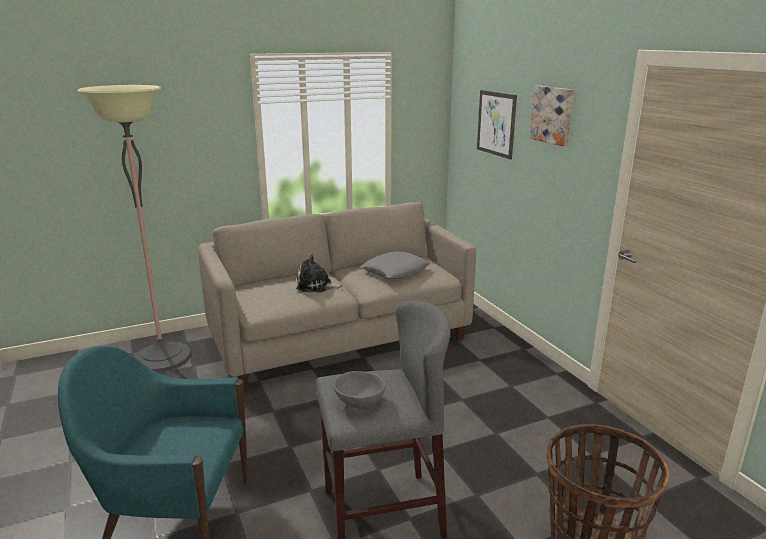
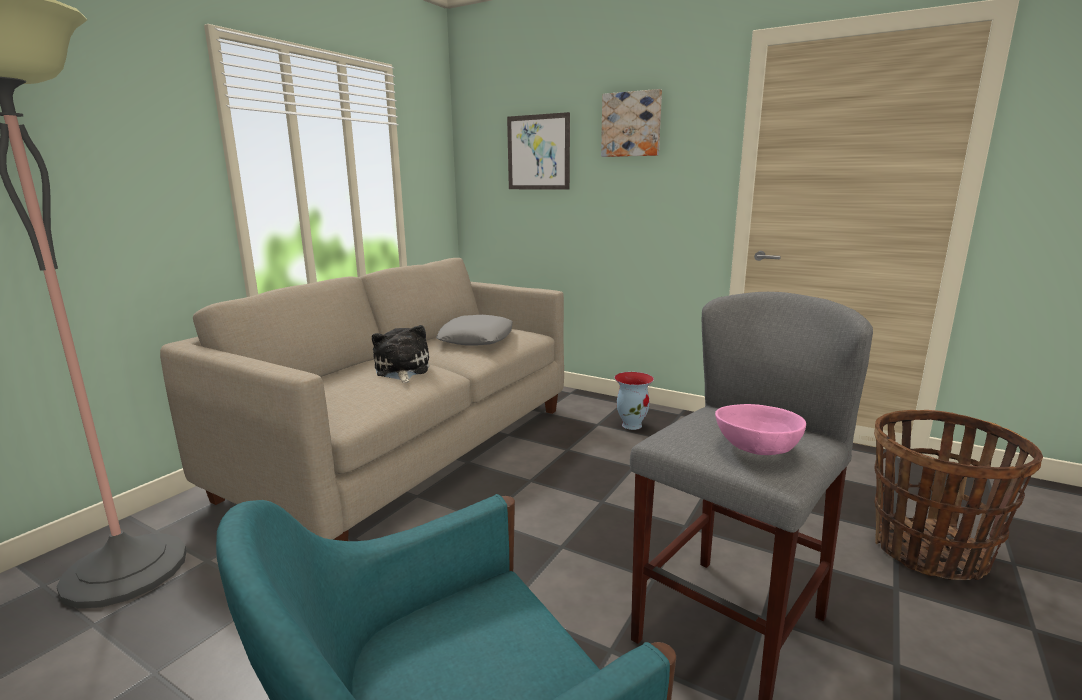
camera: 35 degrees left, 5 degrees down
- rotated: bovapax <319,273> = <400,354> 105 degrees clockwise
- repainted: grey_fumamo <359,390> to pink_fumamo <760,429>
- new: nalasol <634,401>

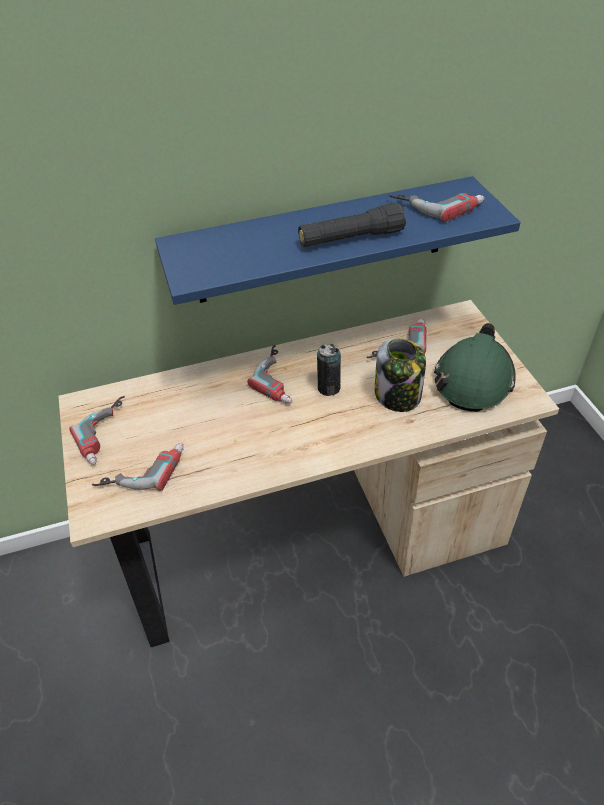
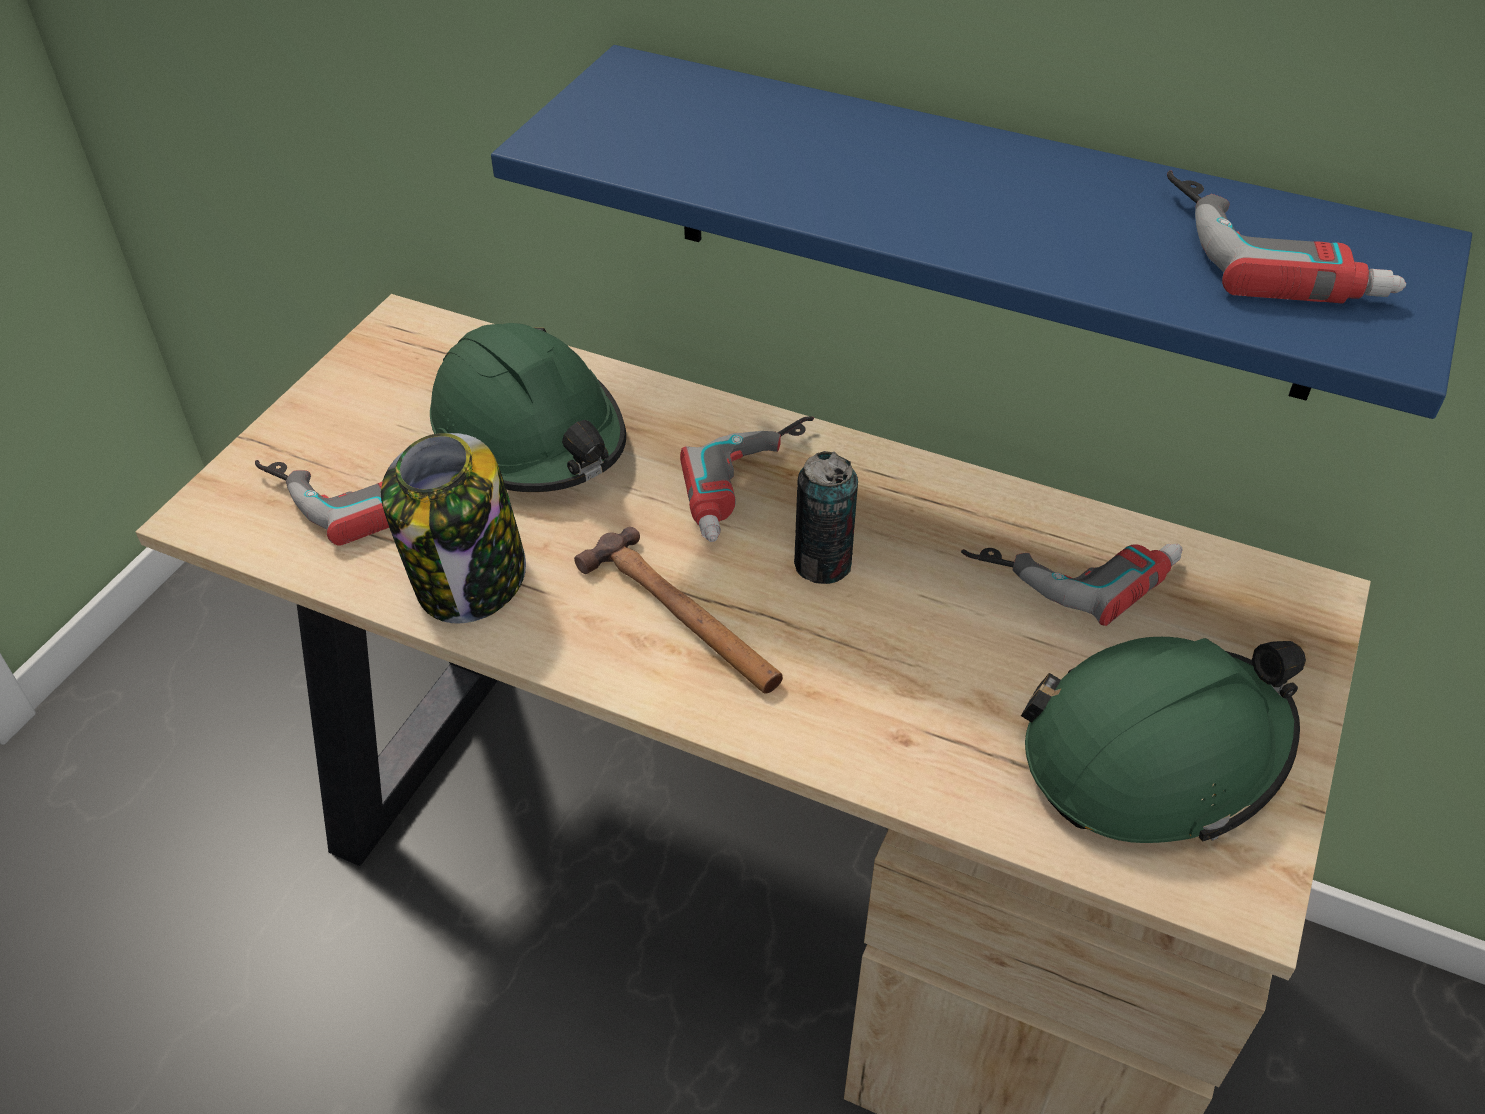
camera: 40 degrees right, 0 degrees up
- gone: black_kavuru <352,224>
- shifted: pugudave <400,375> to <453,528>
- gone: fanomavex <97,430>
- new: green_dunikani <528,407>
- new: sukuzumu <678,610>

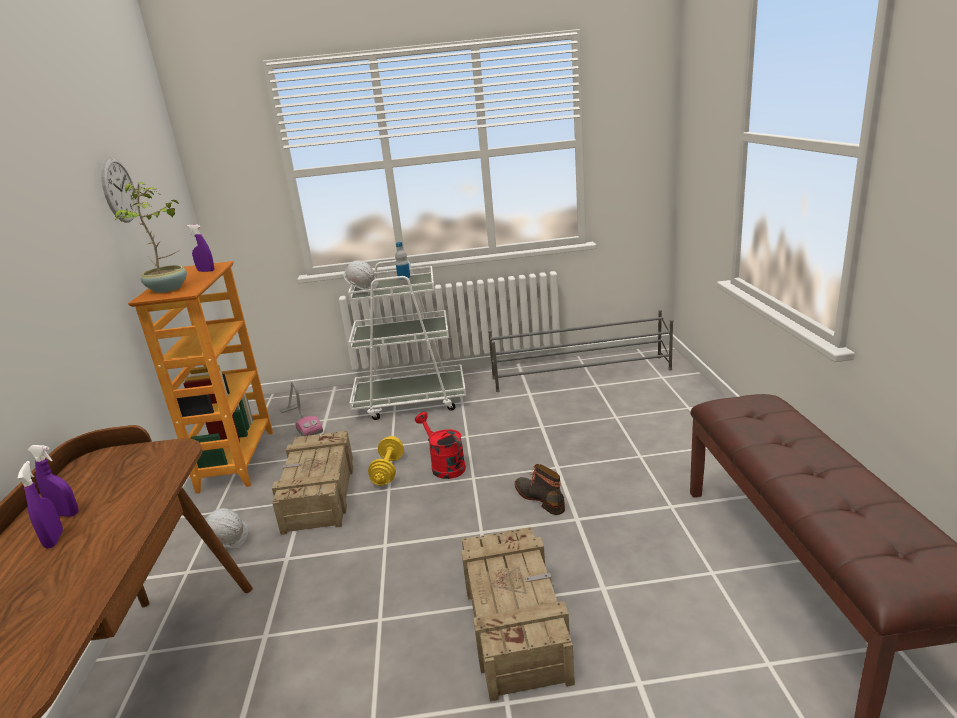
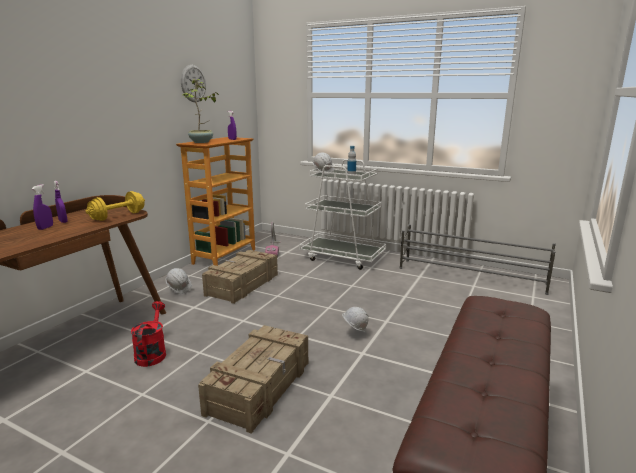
camera: 30 degrees right, 5 degrees down
- shifted: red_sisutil <440,445> to <148,334>
- shifted: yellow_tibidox <386,461> to <115,206>
- swapped: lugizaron <540,489> to white_dunikani <355,320>

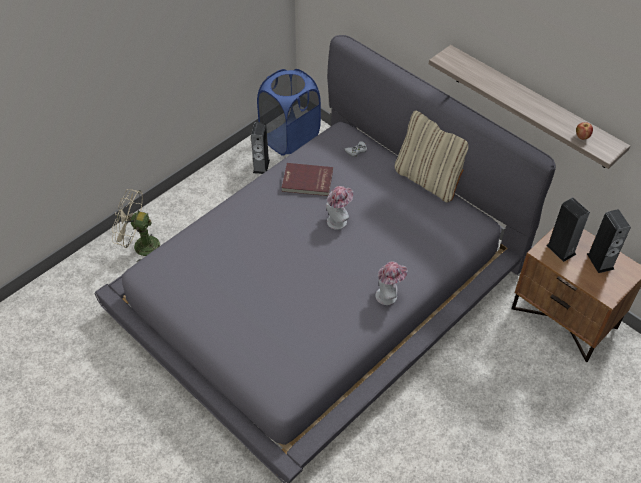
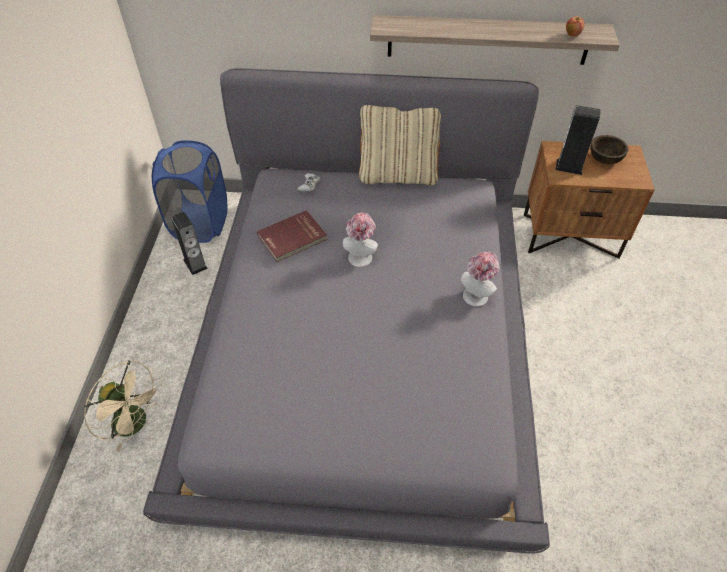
camera: 40 degrees left, 0 degrees up
- rotated: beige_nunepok <136,225> = <123,405> 120 degrees counterclockwise
- swapped: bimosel <609,241> to brown_fumamo <609,149>

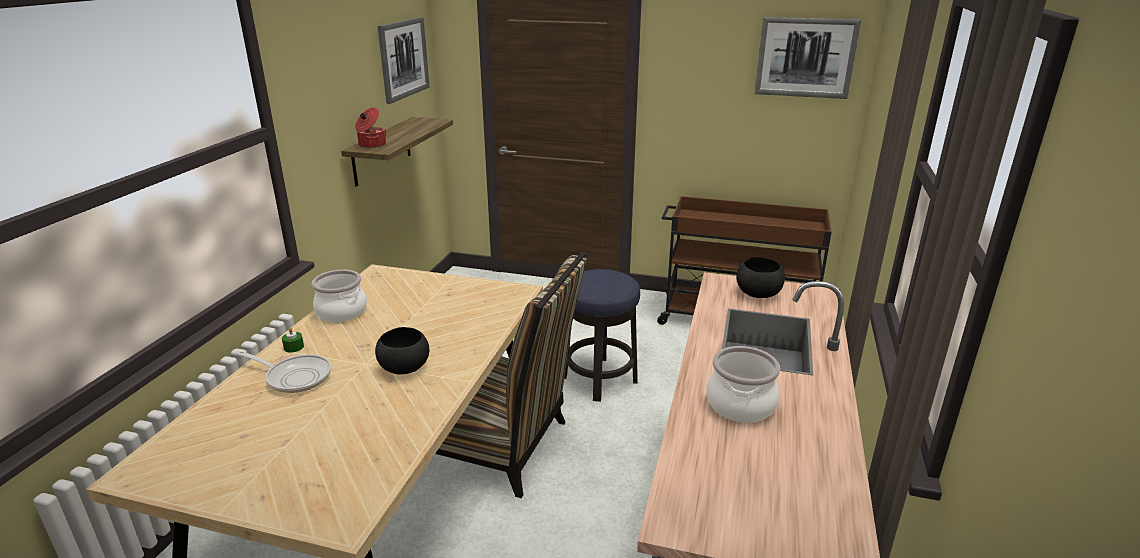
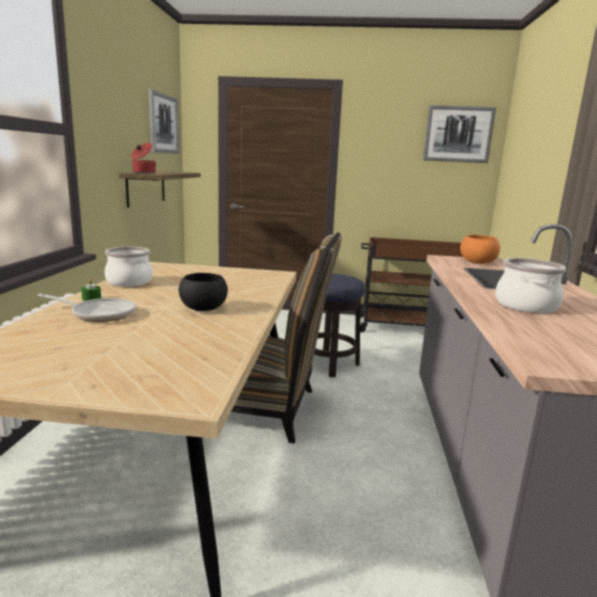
camera: 10 degrees left, 10 degrees down
- repainted: black_fumamo <760,277> to orange_fumamo <480,249>

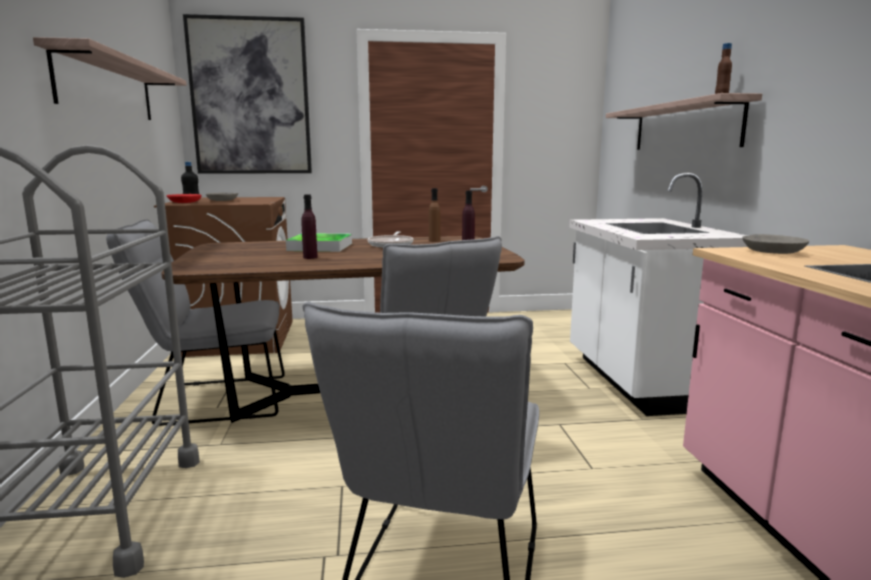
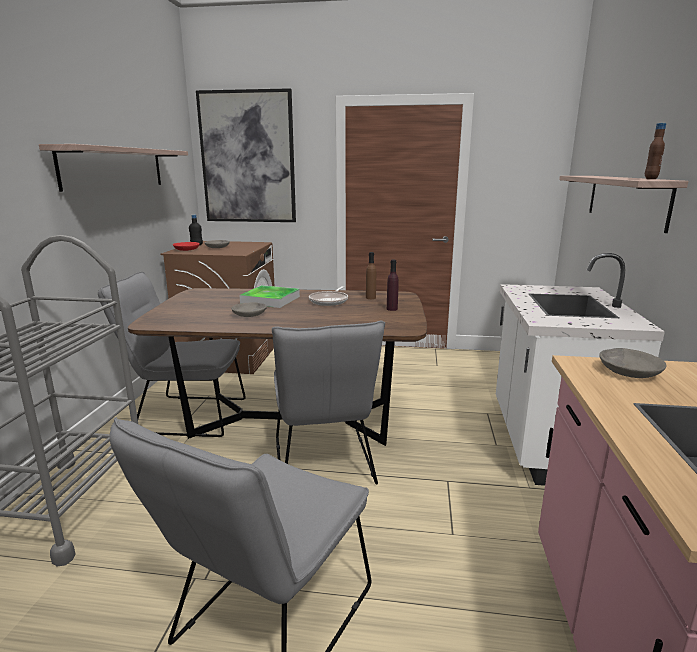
camera: 15 degrees right, 5 degrees up
- swapped: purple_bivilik <309,226> to grey_fumamo <249,309>

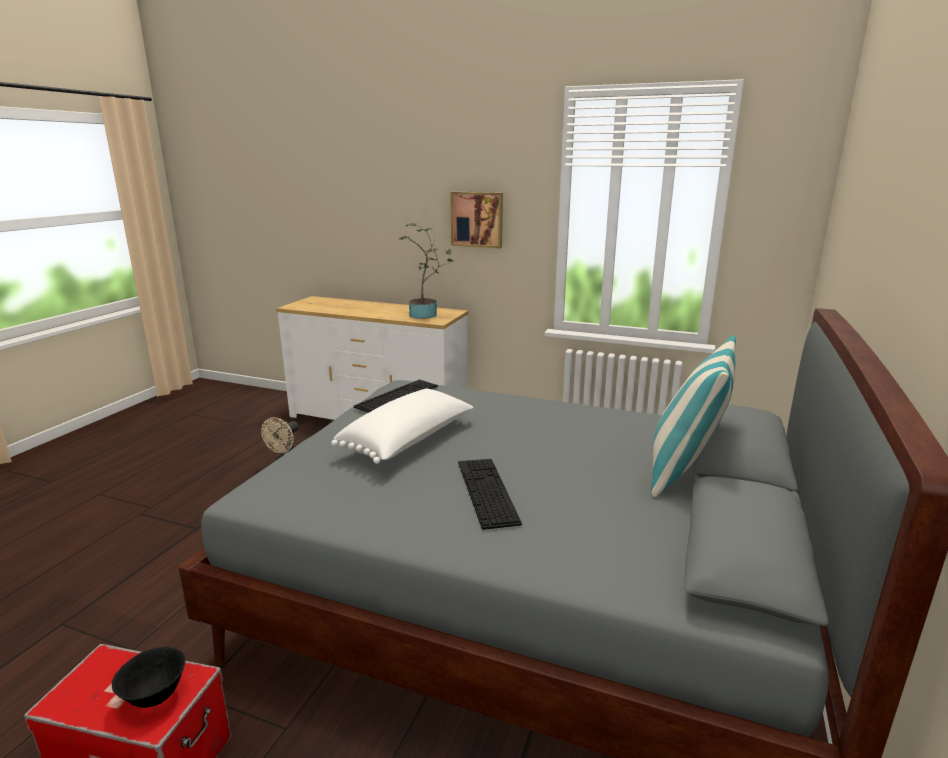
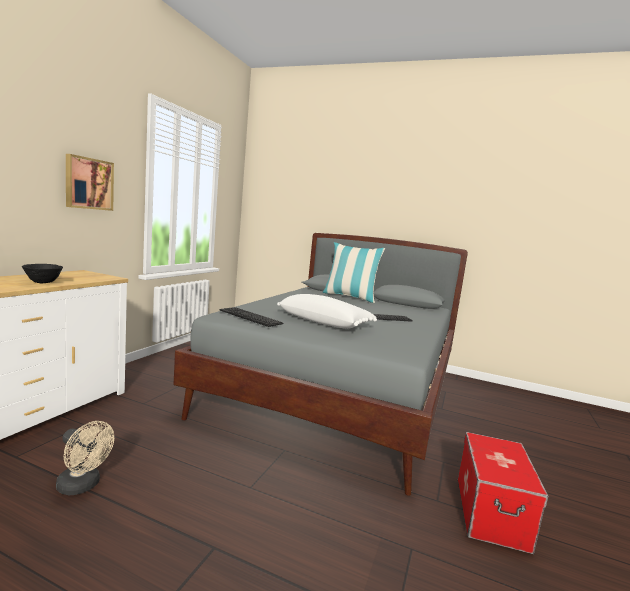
camera: 90 degrees left, 10 degrees down
- gone: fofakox <426,271>
- shifted: black_fumamo <149,677> to <42,273>

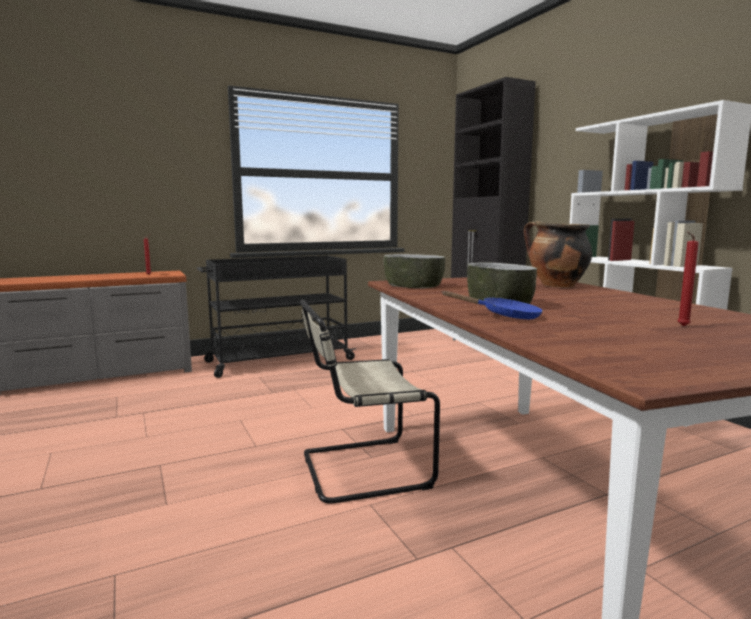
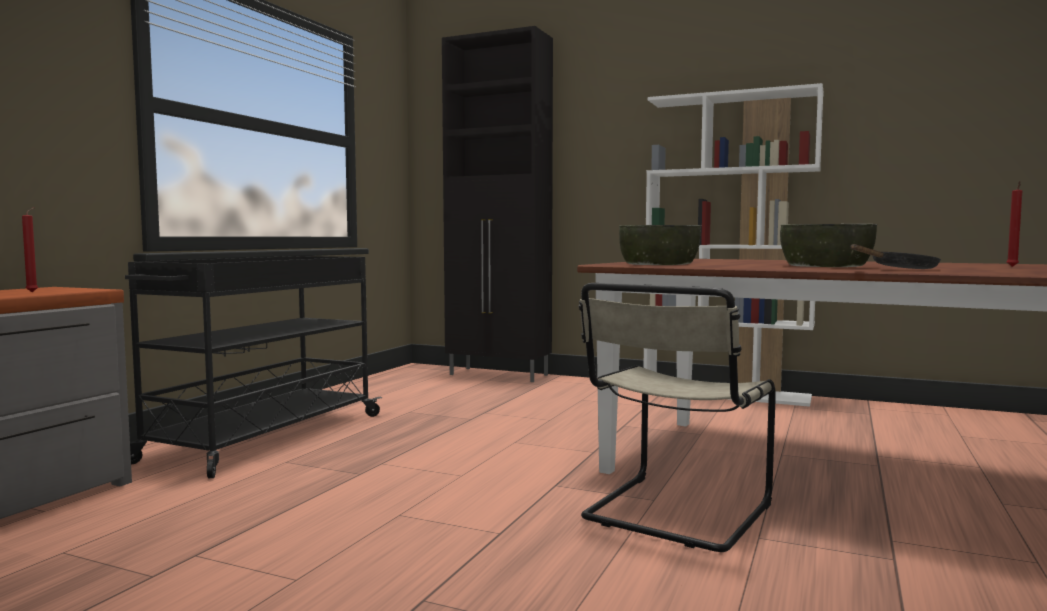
camera: 40 degrees left, 5 degrees down
- gone: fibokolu <558,254>
- repainted: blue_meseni <492,305> to black_meseni <895,256>

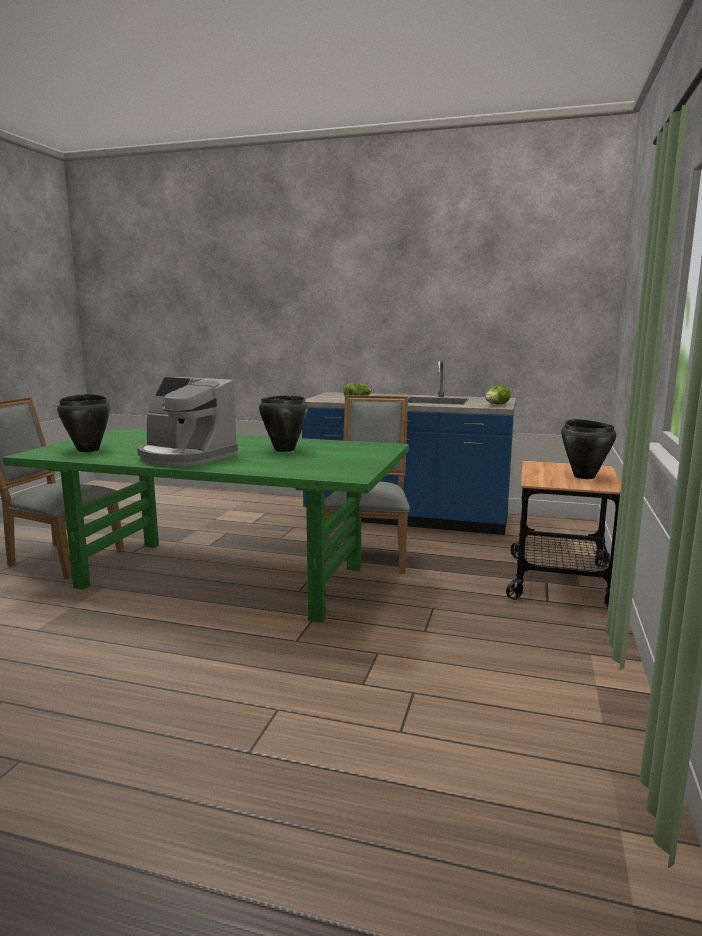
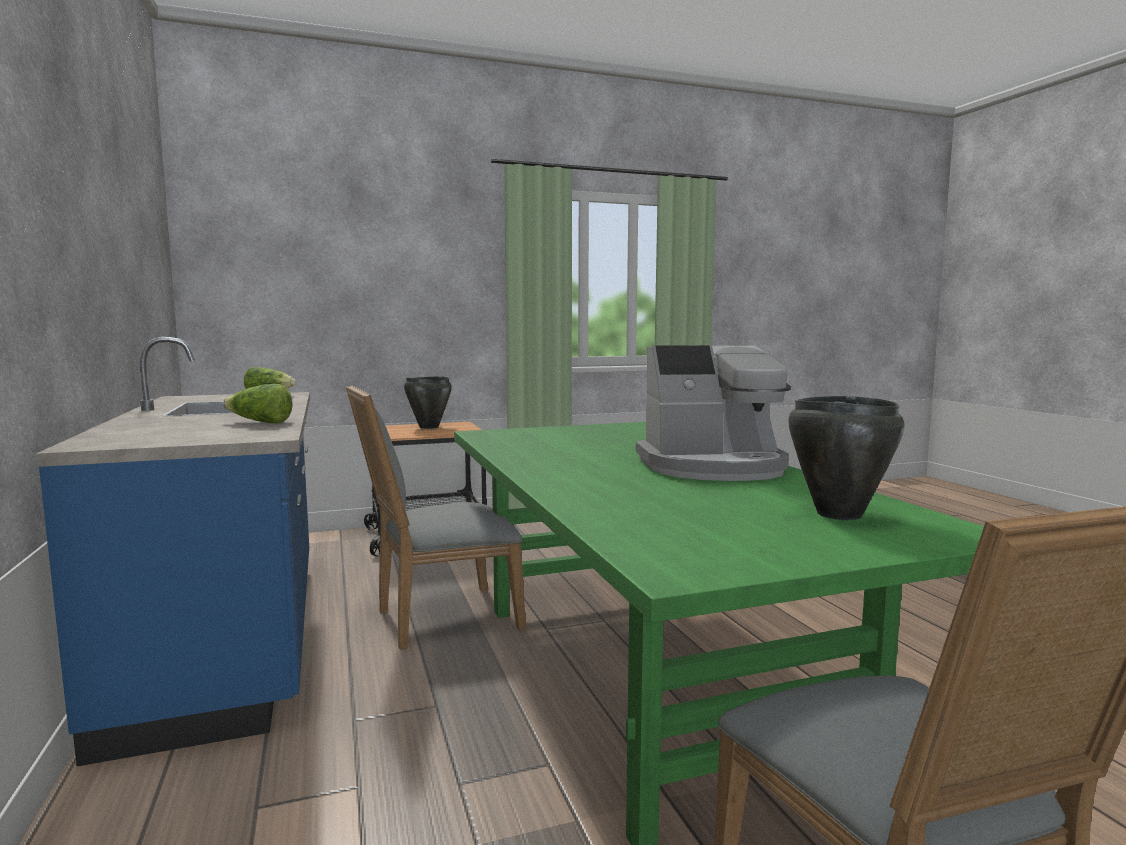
camera: 125 degrees left, 5 degrees down
- rotated: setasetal <187,421> = <713,413> 90 degrees clockwise
- gone: black_fibokolu <283,423>

